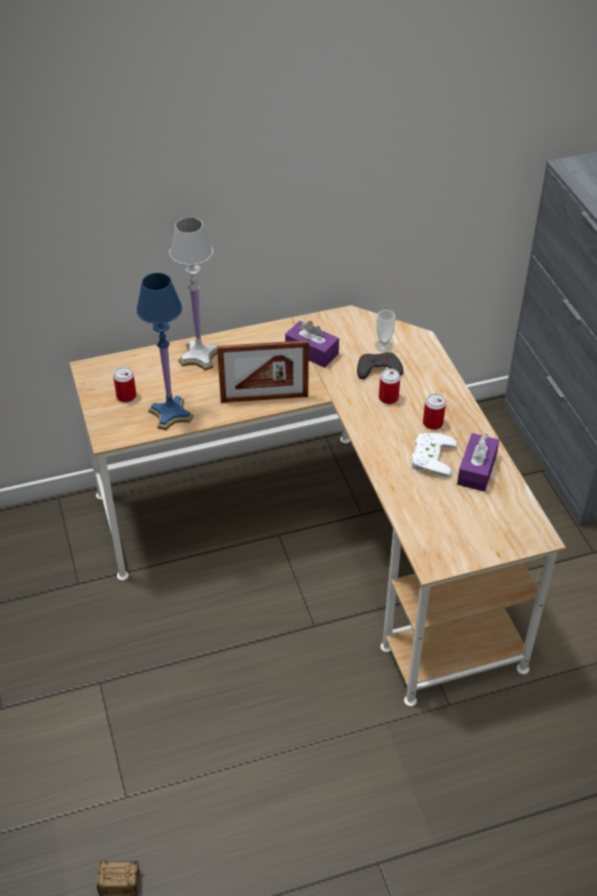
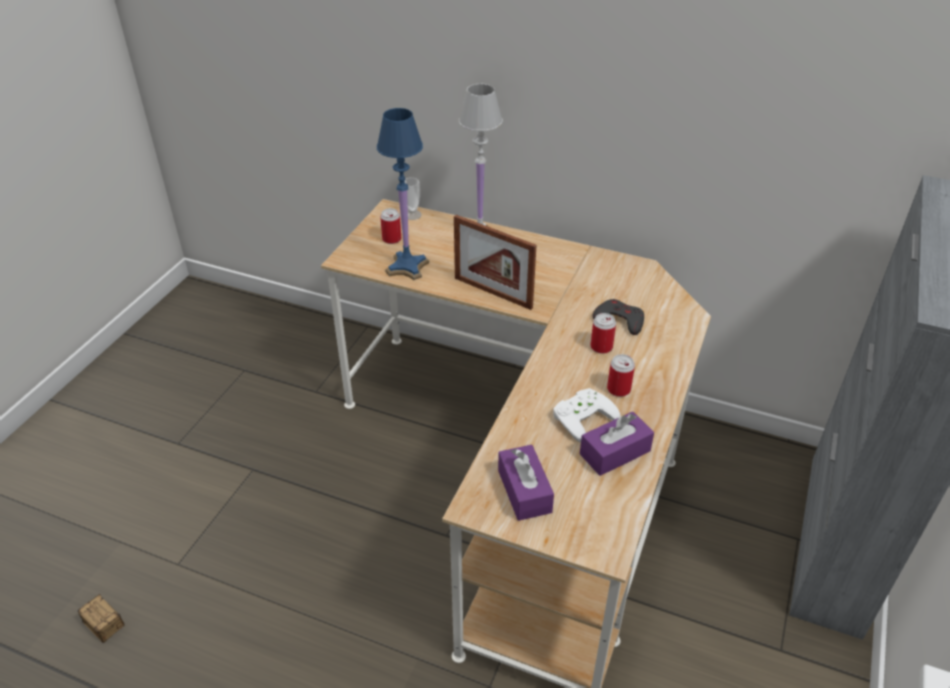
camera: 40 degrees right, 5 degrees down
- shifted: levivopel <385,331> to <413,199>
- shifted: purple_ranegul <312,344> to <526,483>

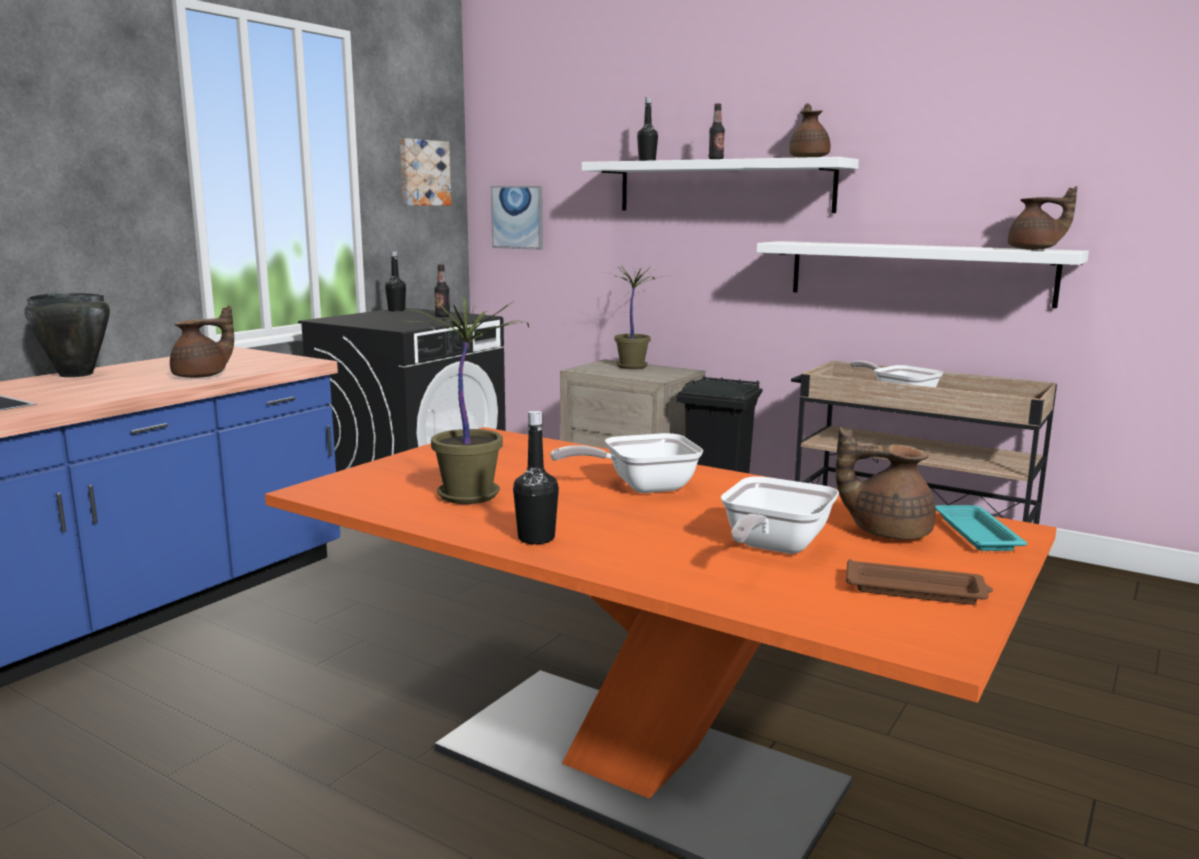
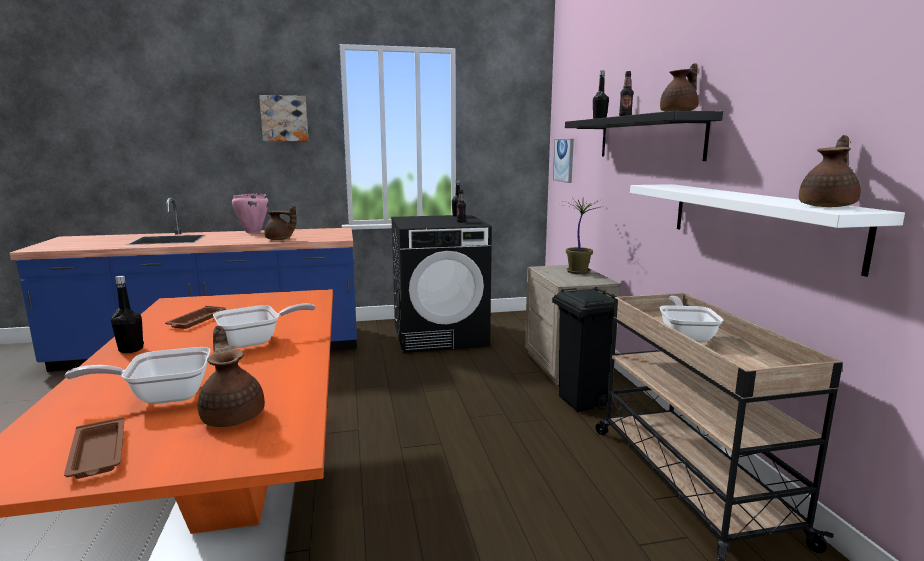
camera: 45 degrees right, 0 degrees up
- shifted: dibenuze <425,172> to <284,118>
- repainted: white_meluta <720,185> to black_meluta <644,136>
- rotated: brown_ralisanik <1042,218> = <830,171> 120 degrees counterclockwise
- repainted: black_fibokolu <67,335> to pink_fibokolu <250,213>
- swapped: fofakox <467,400> to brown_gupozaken <195,317>
- rotated: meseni <627,463> = <264,325> 120 degrees clockwise
- gone: turquoise_gupozaken <981,528>

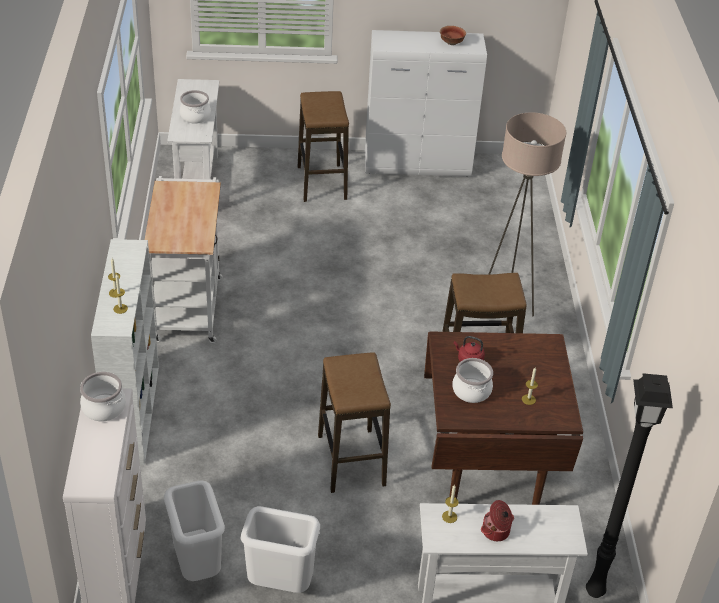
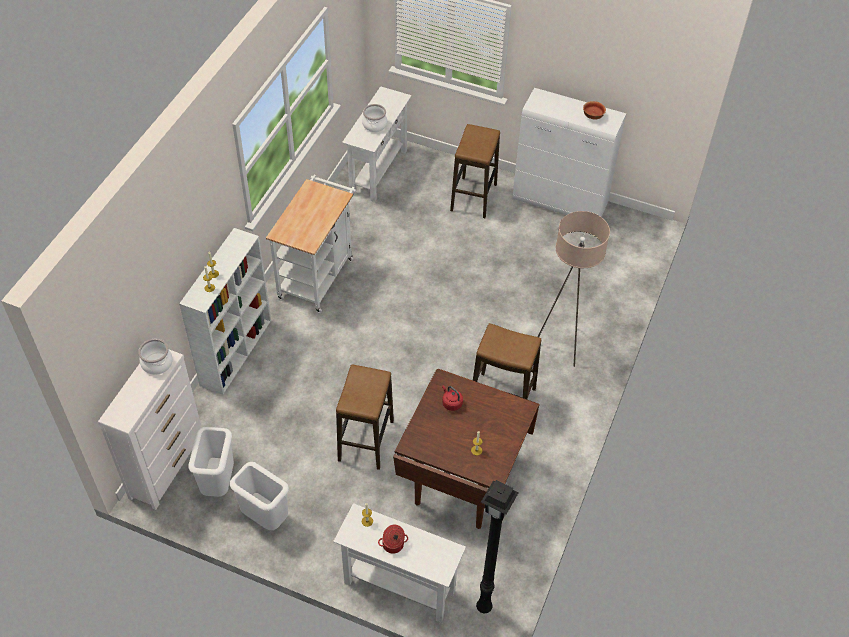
camera: 25 degrees right, 10 degrees up
- gone: fibokolu <472,380>

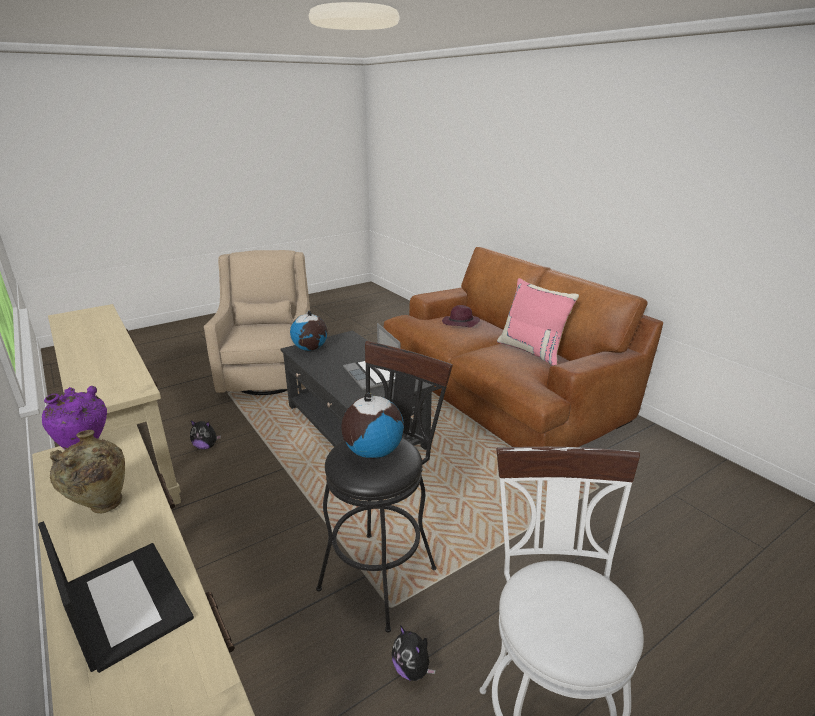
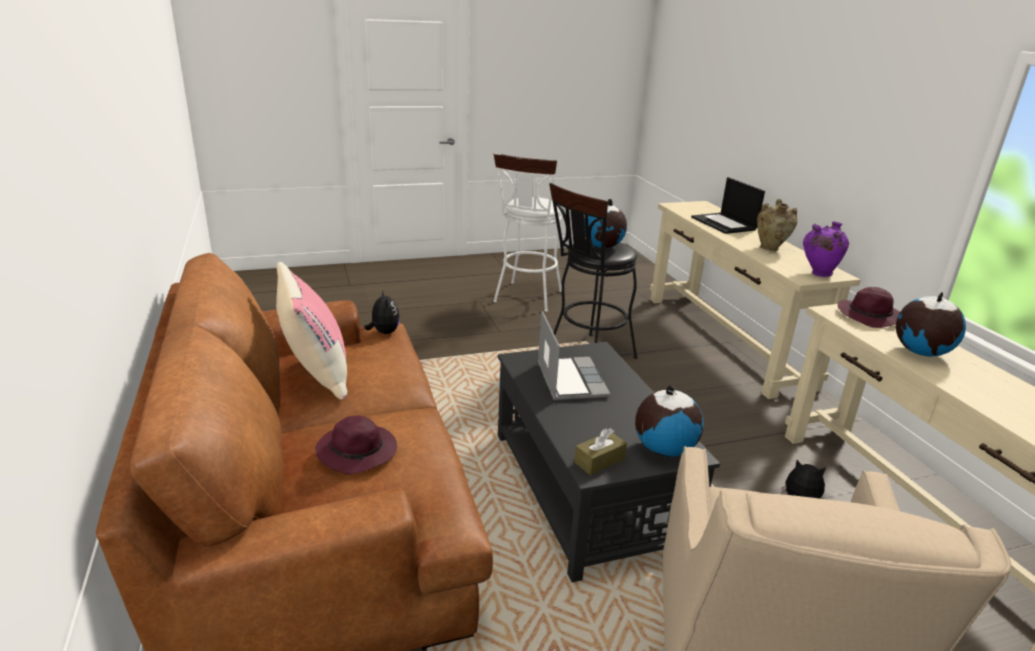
camera: 165 degrees left, 0 degrees up
- shifted: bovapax <414,653> to <382,311>
- new: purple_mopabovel <869,307>
- new: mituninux <931,324>
- new: brown_ranegul <600,451>

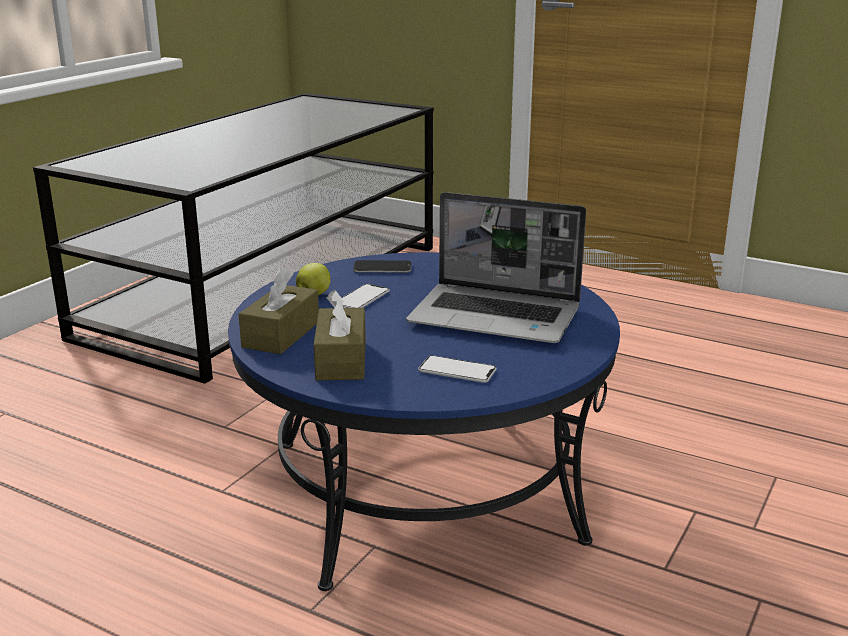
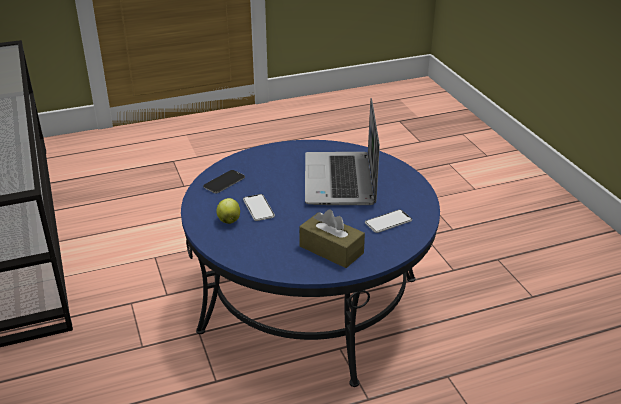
camera: 50 degrees left, 10 degrees up
- rotated: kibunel <496,267> = <342,151> 120 degrees clockwise
- gone: brown_ranegul <279,311>

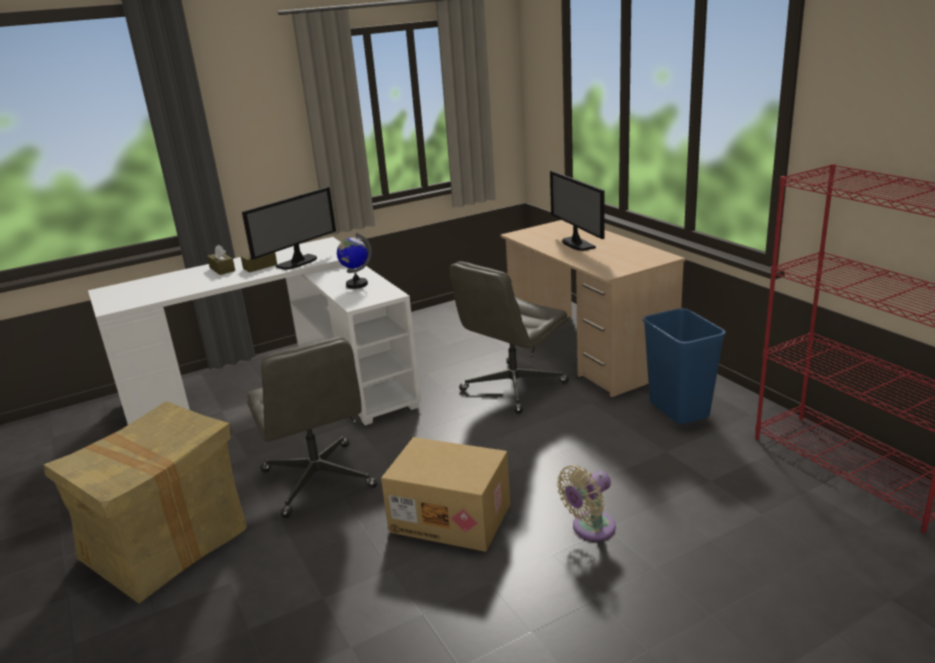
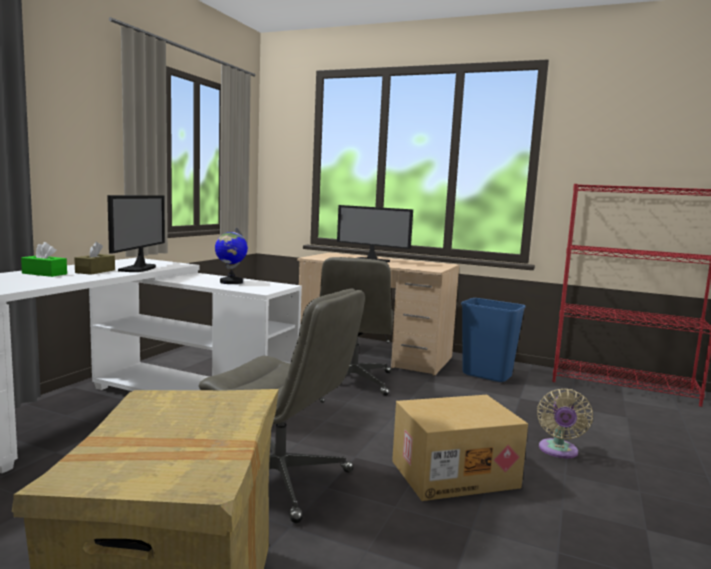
camera: 40 degrees left, 15 degrees down
- repainted: brown_ranegul <221,260> to green_ranegul <44,259>

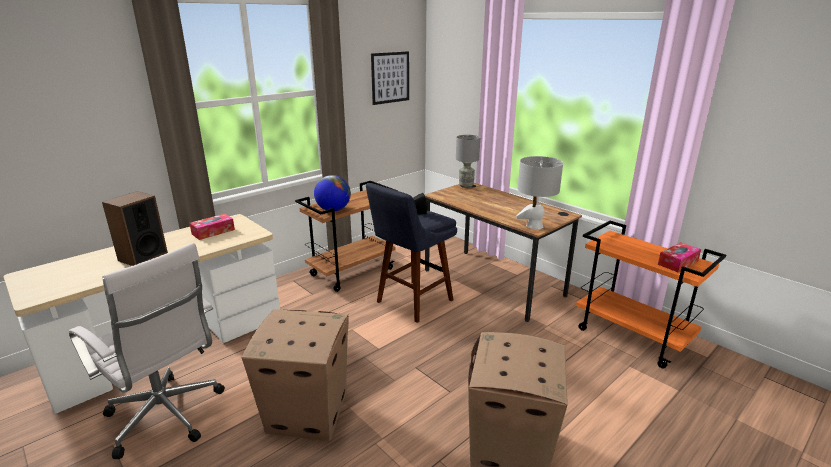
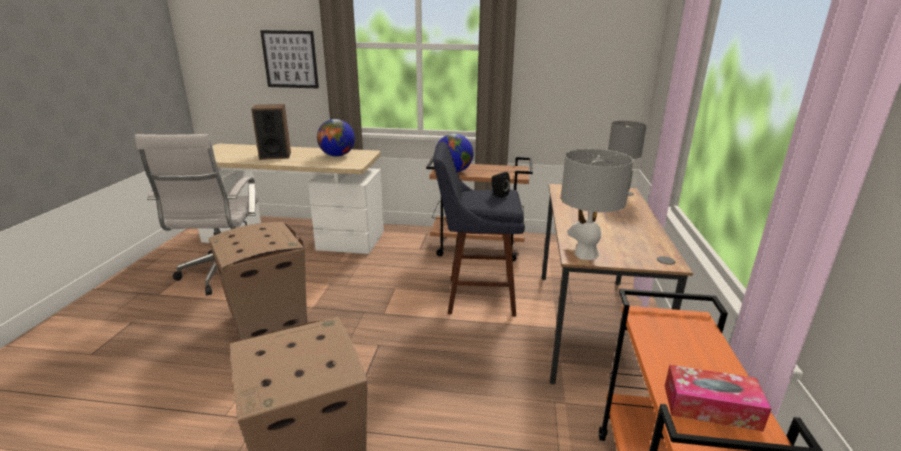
camera: 50 degrees right, 0 degrees up
- shifted: dibenuze <390,78> to <289,59>
- swapped: ranegul <212,227> to mituninux <336,138>

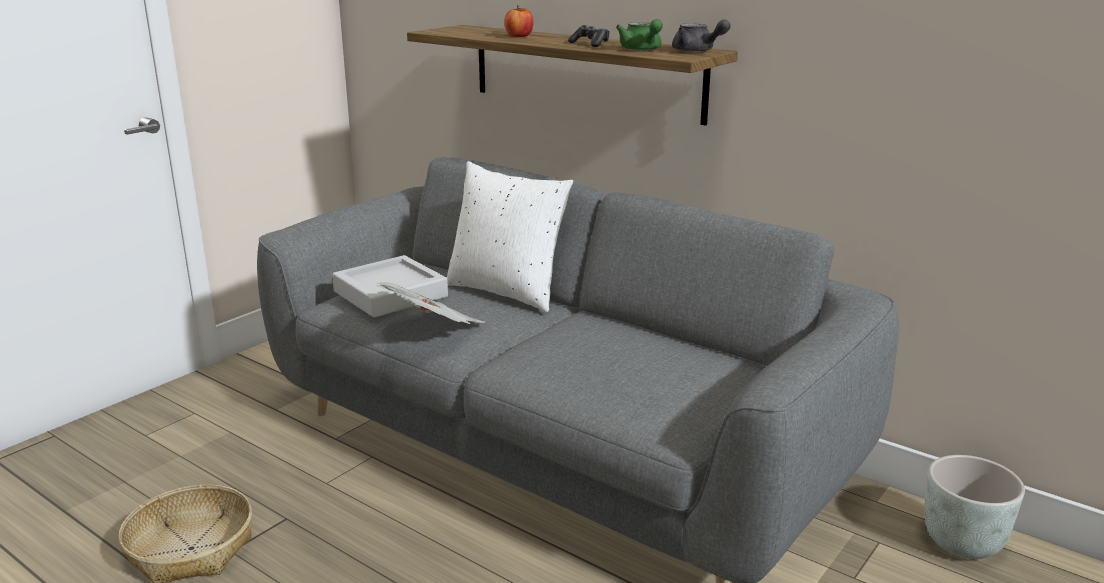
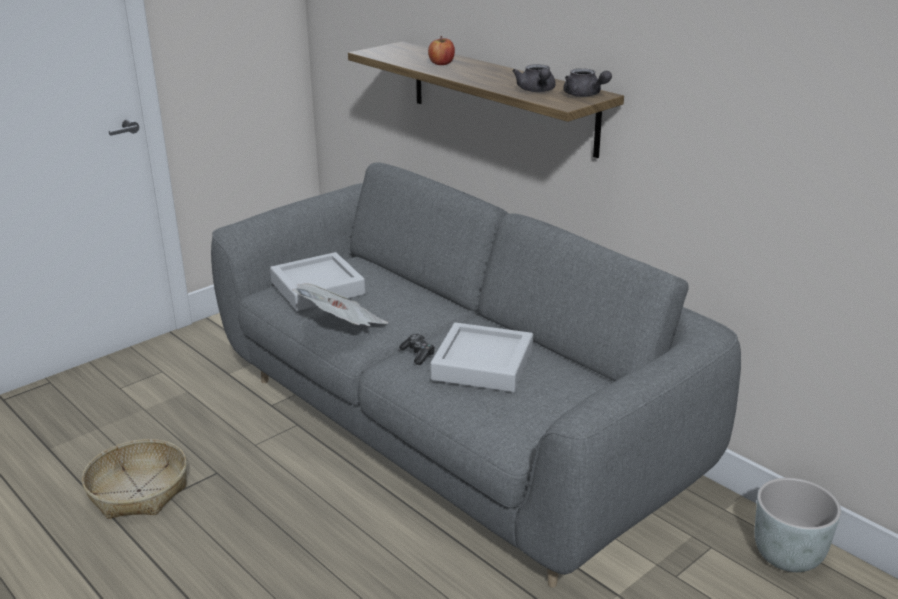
camera: 10 degrees right, 5 degrees up
- repainted: green_ralisanik <639,35> to grey_ralisanik <534,78>
- shifted: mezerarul <589,36> to <417,349>
- gone: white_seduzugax <510,236>
- new: grey_gupozaken <481,357>

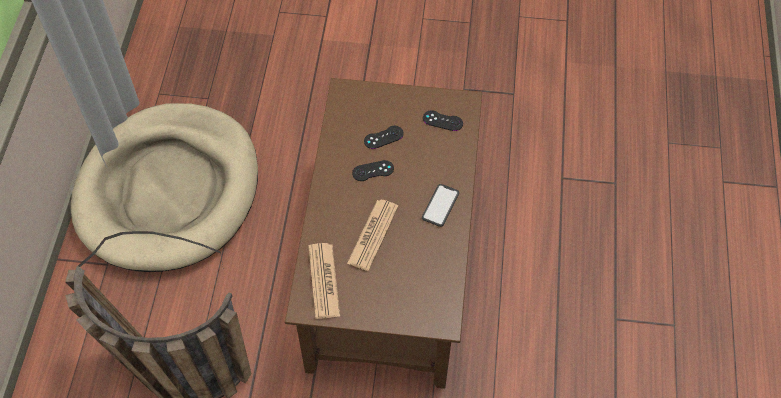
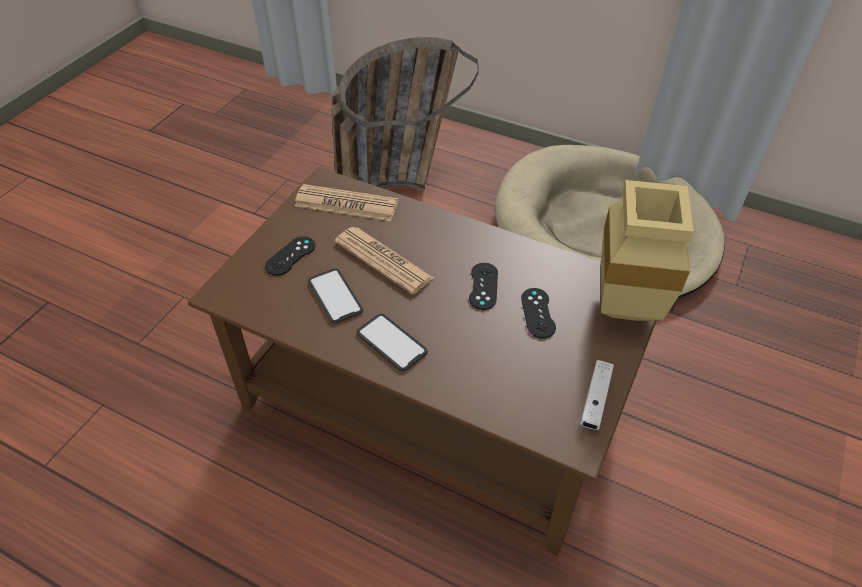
camera: 110 degrees right, 10 degrees down
- shifted: black_mezerarul <443,120> to <290,256>
- new: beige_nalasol <647,250>
- new: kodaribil <335,296>
- new: white_mezerarul <597,395>

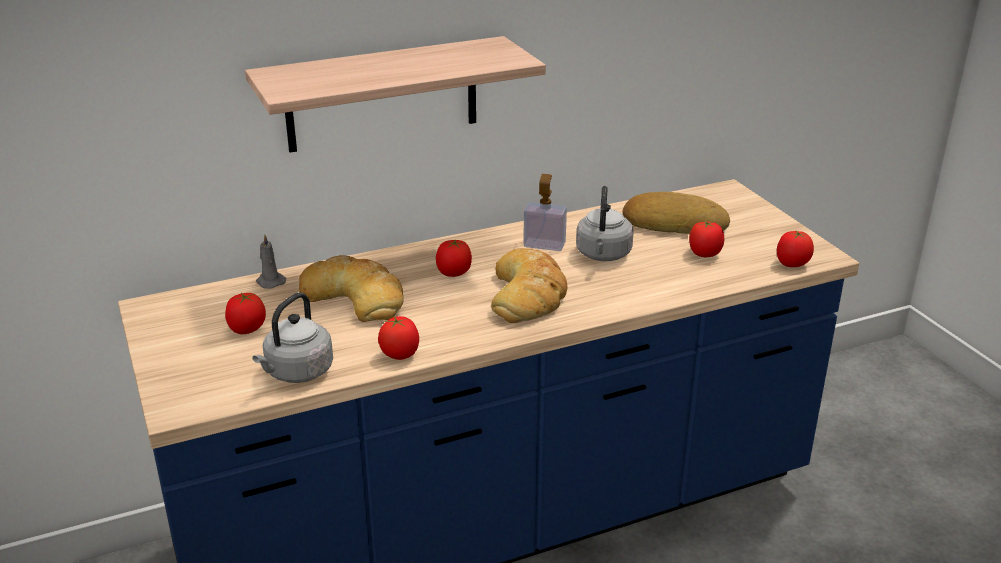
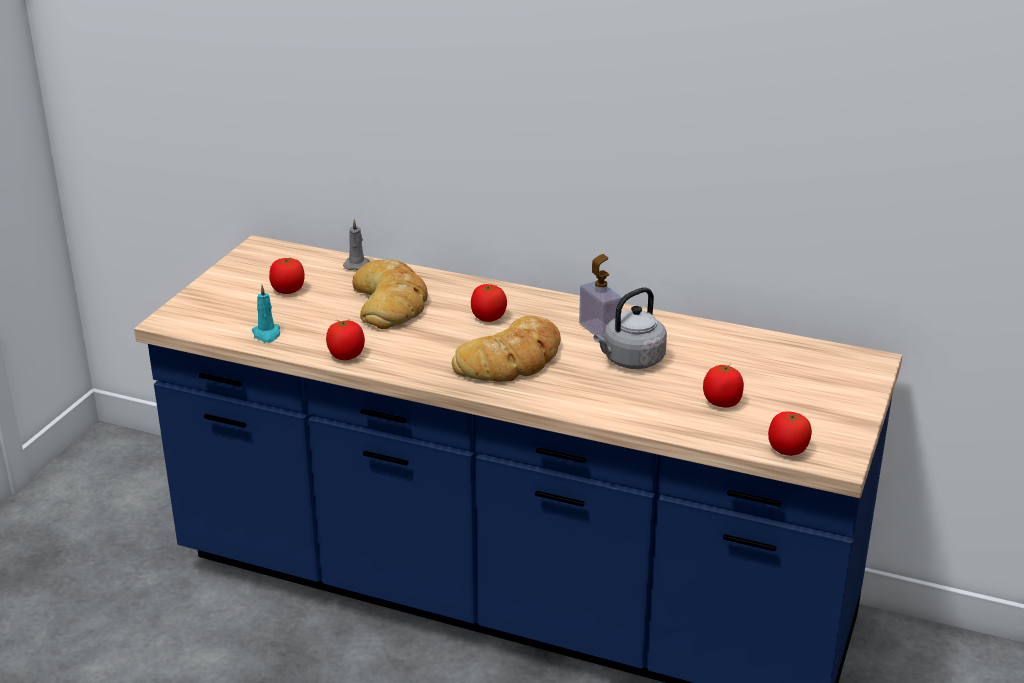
camera: 45 degrees right, 0 degrees up
- gone: meluta <395,94>
- gone: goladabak <676,213>
- swapped: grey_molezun <292,337> to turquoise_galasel <266,314>

